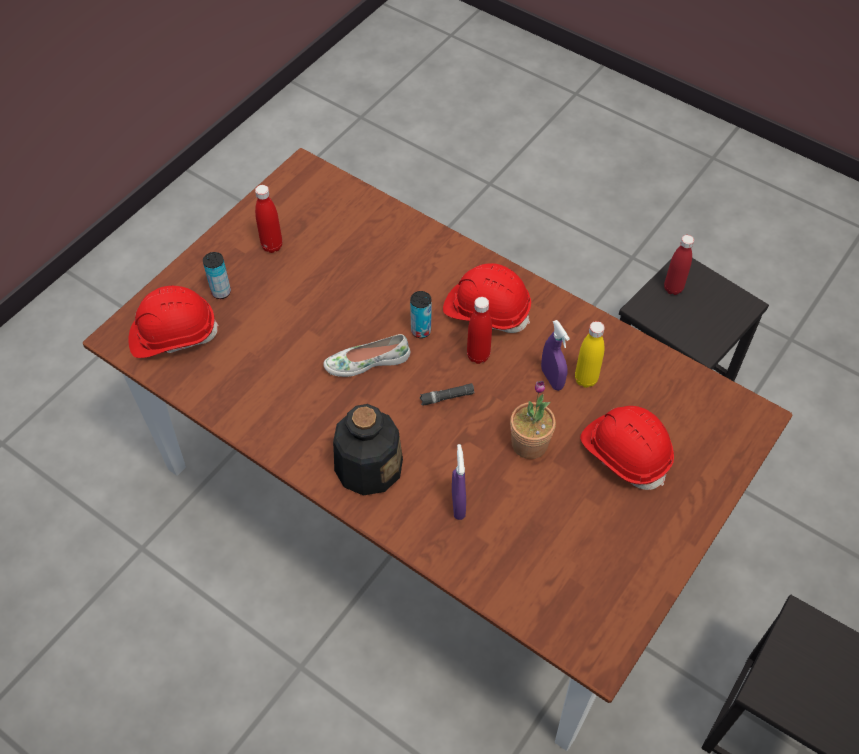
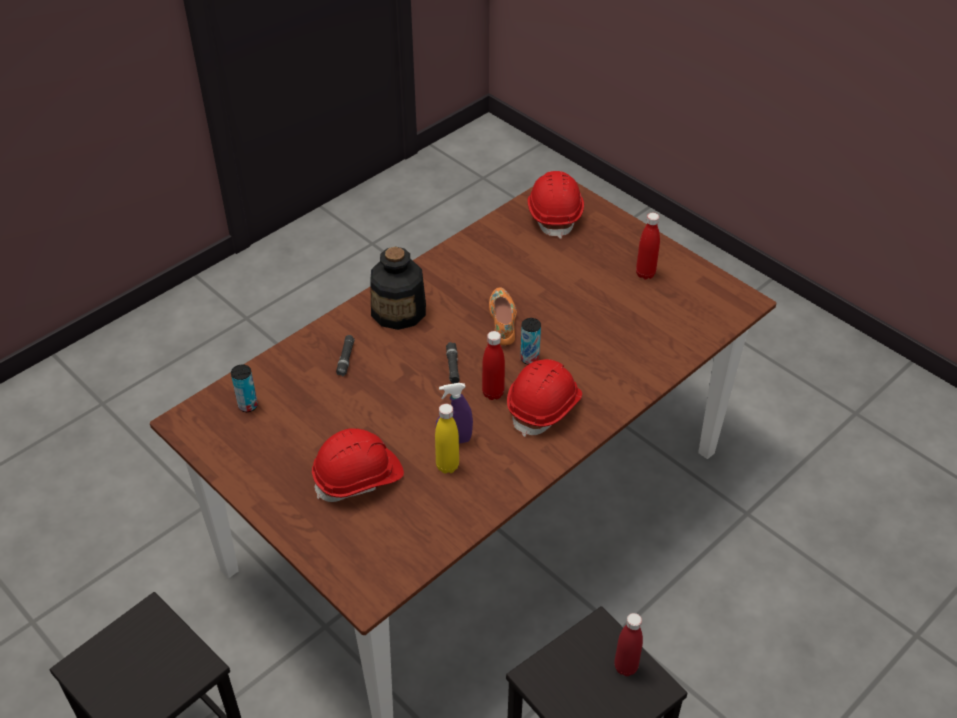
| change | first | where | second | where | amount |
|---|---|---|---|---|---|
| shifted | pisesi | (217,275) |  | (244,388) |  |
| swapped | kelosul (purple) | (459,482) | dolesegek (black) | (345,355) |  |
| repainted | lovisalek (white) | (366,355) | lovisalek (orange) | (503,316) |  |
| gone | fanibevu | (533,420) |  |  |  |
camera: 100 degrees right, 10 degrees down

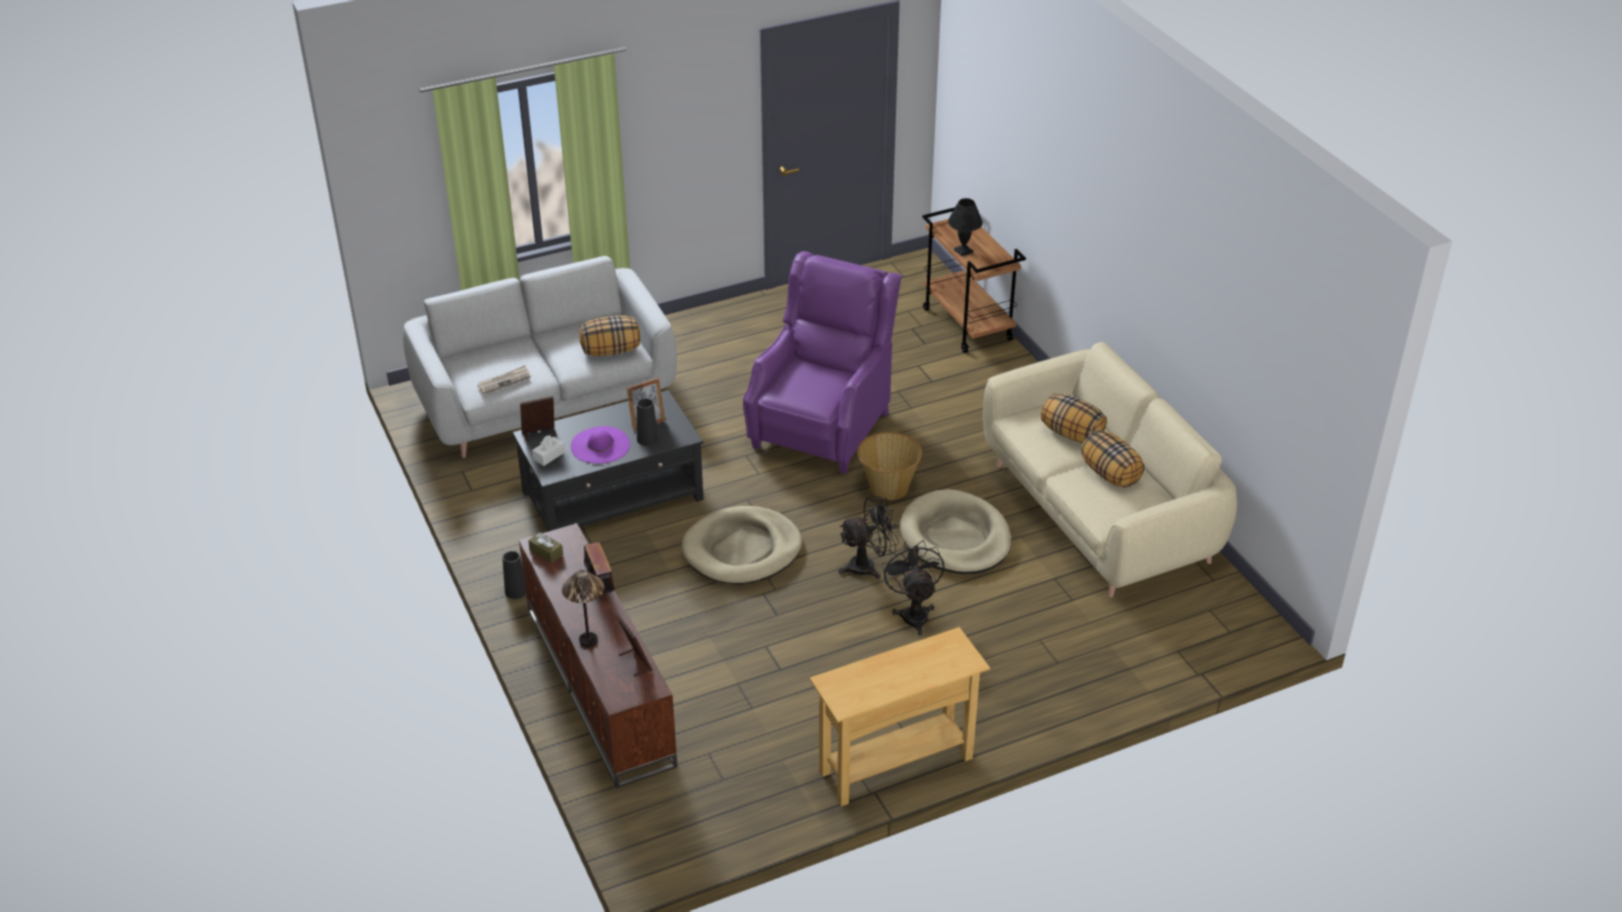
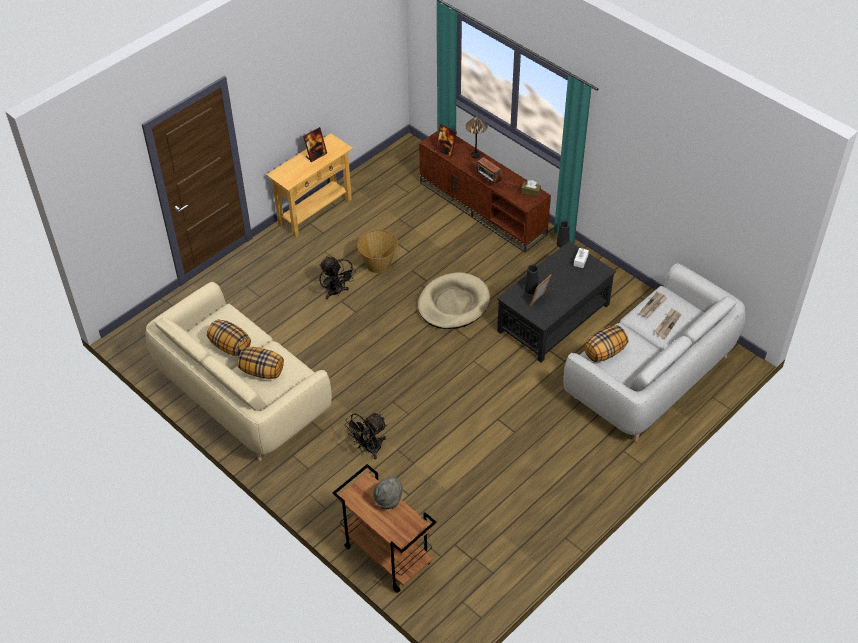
| change | first | where | second | where | amount |
|---|---|---|---|---|---|
| shifted | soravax | (538,419) |  | (315,144) |  |
| shifted | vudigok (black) | (869,537) |  | (366,436) |  |
| shifted | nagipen | (889,466) |  | (377,251) |  |
| swapped | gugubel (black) | (965,227) | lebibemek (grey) | (388,493) |  |
| new |  |  | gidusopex | (668,323) |  |
| gone | lebibemek (purple) | (600,444) |  |  |  |
| gone | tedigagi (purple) | (822,362) |  |  |  |
| gone | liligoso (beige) | (956,531) |  |  |  |
camera: 160 degrees right, 10 degrees up

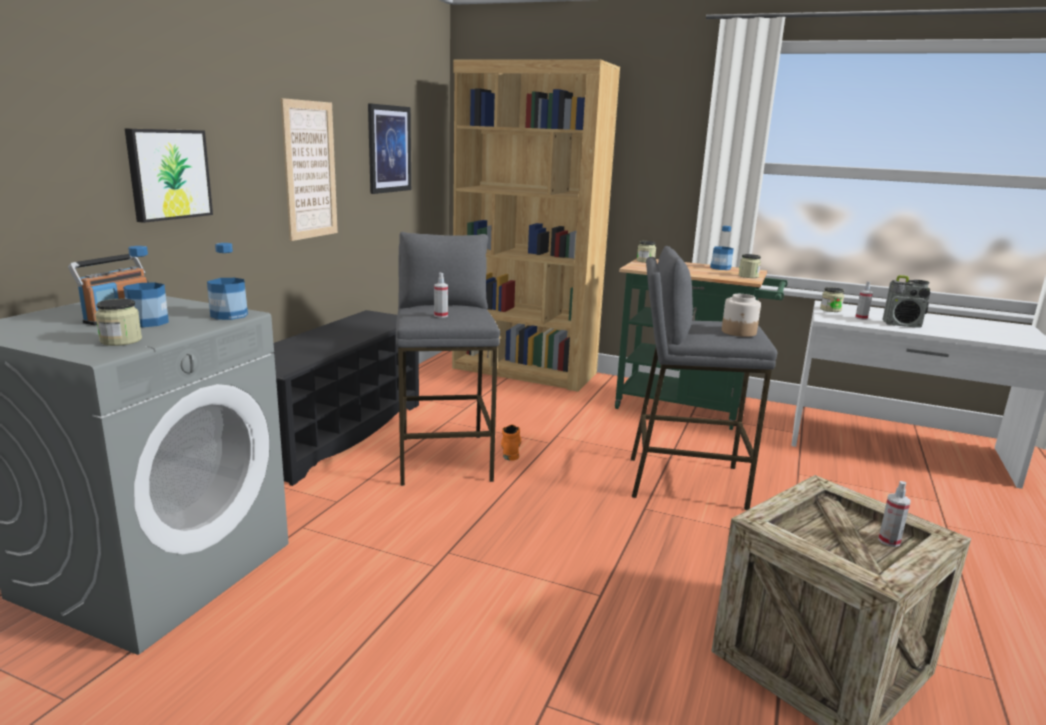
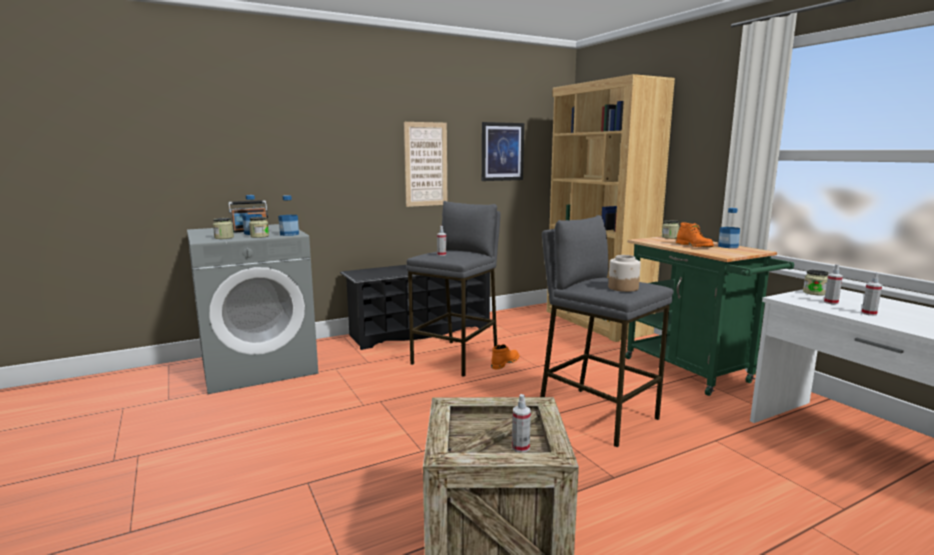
| change | first | where | second | where | amount |
|---|---|---|---|---|---|
| shifted | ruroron | (750,266) |  | (259,227) |  |
| new |  |  | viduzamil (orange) | (695,234) |  |
| swapped | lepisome | (906,301) | kelosul | (871,294) |  |
| gone | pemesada | (169,175) |  |  |  |
camera: 40 degrees right, 5 degrees down

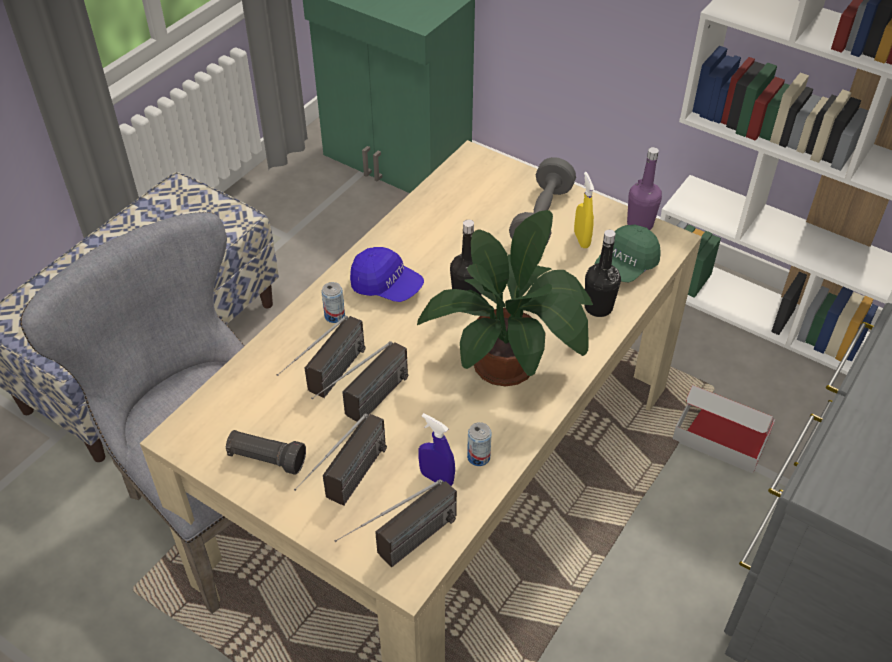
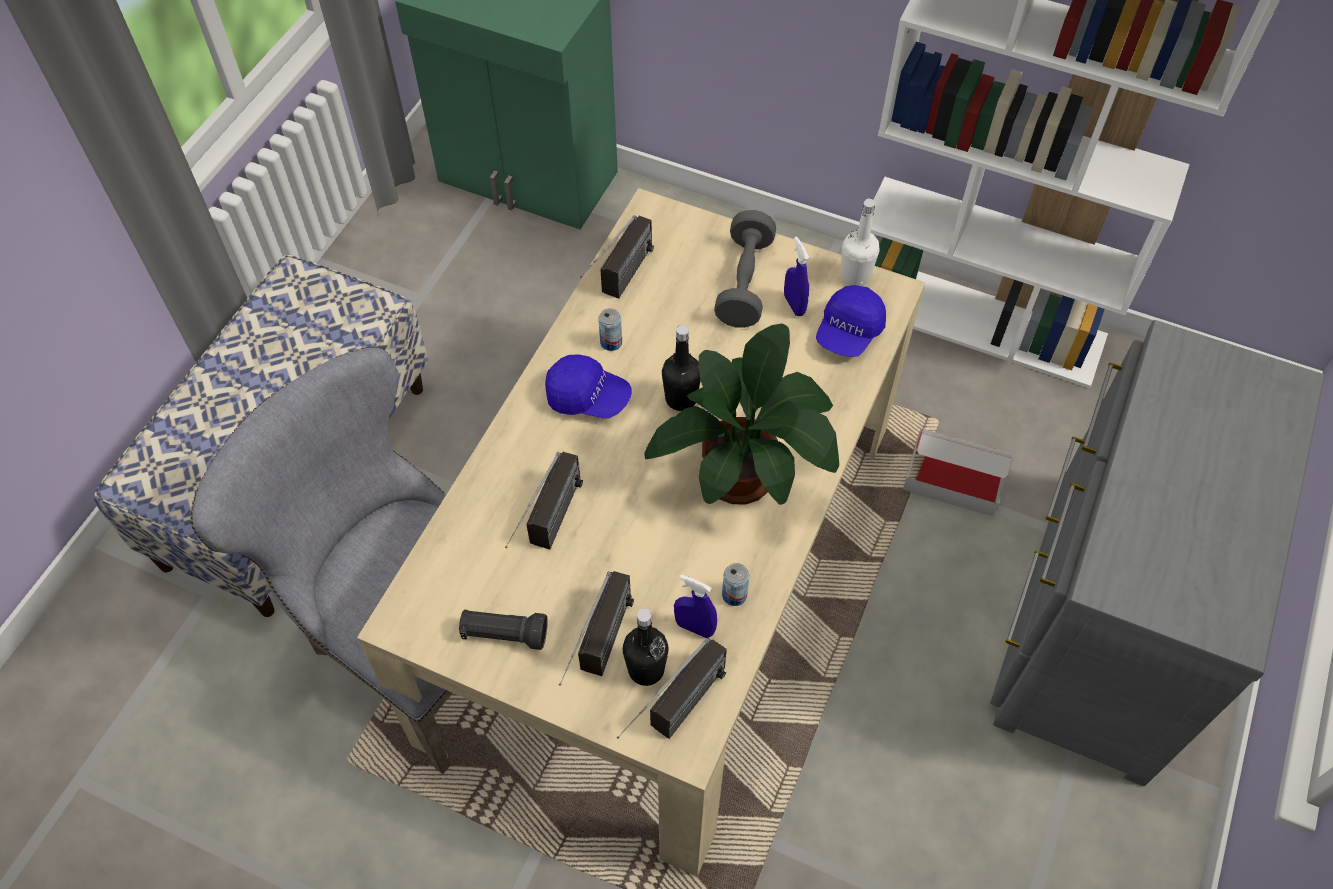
| change | first | where | second | where | amount |
|---|---|---|---|---|---|
| shifted | lepisome | (359,381) |  | (617,257) |  |
| shifted | pisesi | (333,302) |  | (610,329) |  |
| shifted | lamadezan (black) | (603,273) |  | (646,647) |  |
| repainted | kelosul (yellow) | (584,210) | kelosul (blue) | (796,276) |  |
| repainted | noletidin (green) | (627,253) | noletidin (blue) | (851,321) |  |
| repainted | lamadezan (purple) | (644,188) | lamadezan (white) | (860,242) |  |
camera: 10 degrees left, 10 degrees up

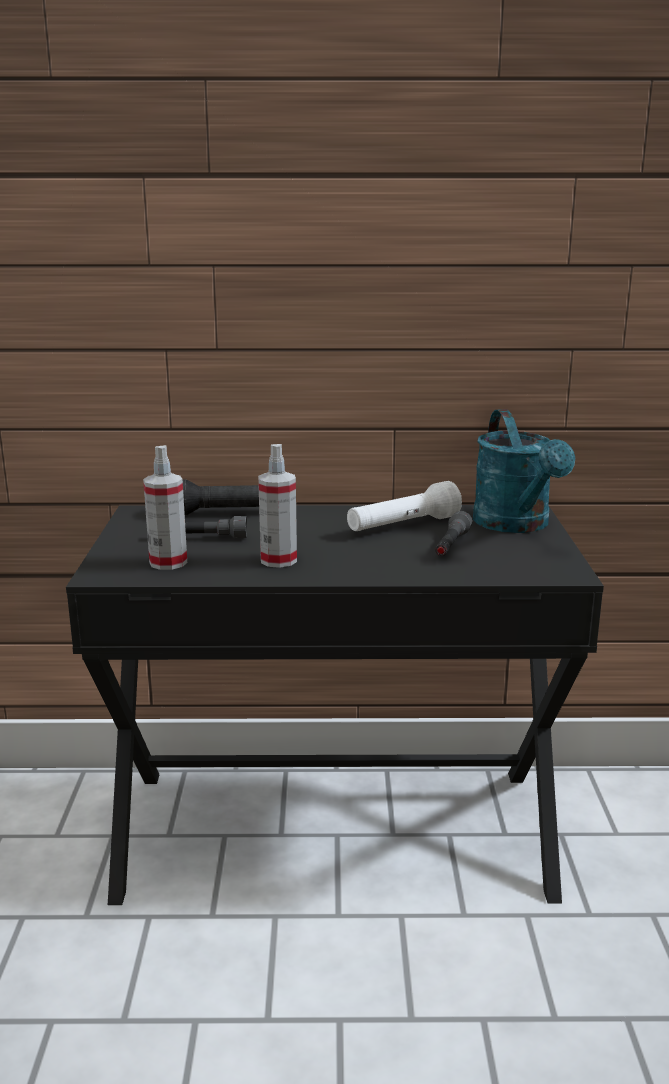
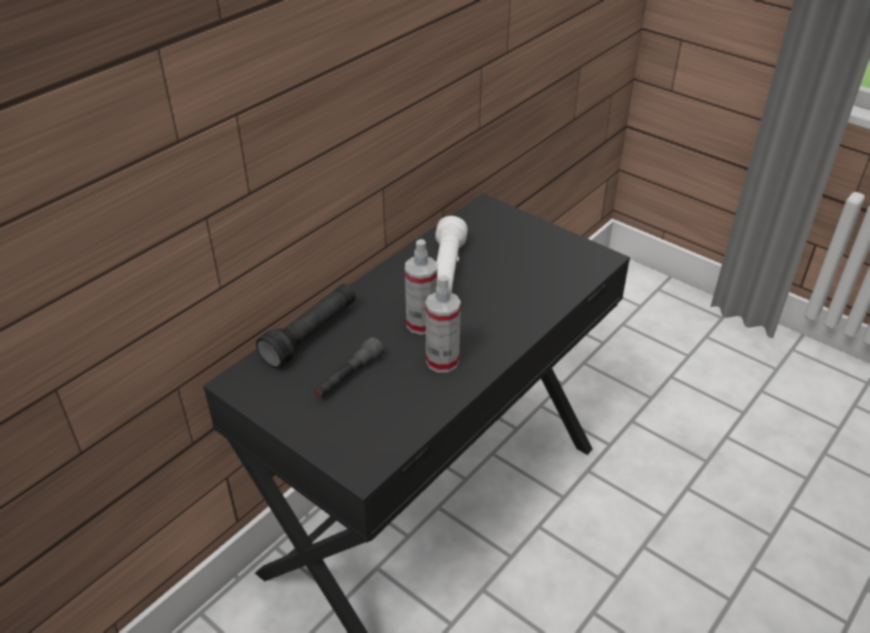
| change | first | where | second | where | amount |
|---|---|---|---|---|---|
| shifted | kelosul | (165,507) |  | (421,287) |  |
| gone | dolesegek (grey) | (453,533) |  |  |  |
| gone | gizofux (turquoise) | (524,471) |  |  |  |
camera: 50 degrees left, 20 degrees up

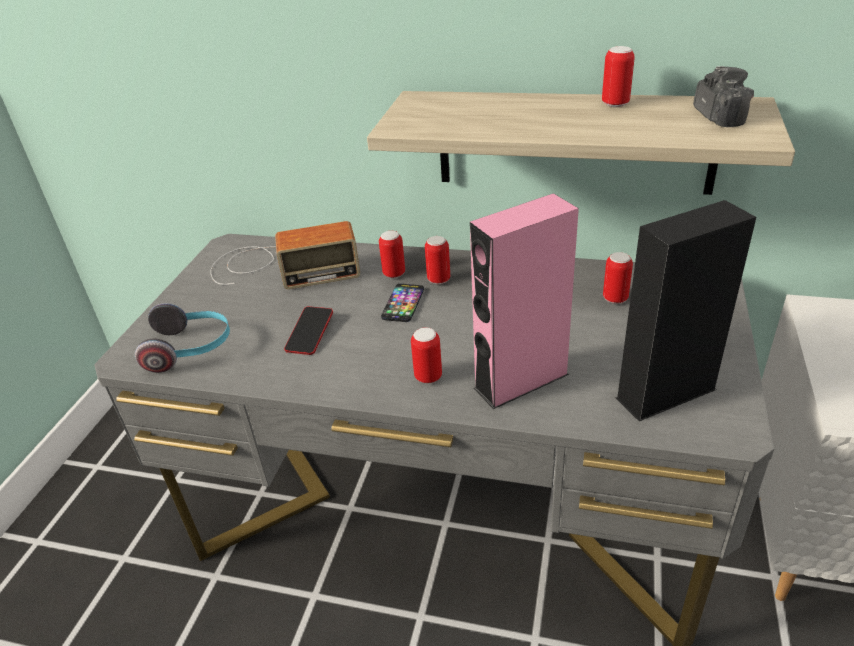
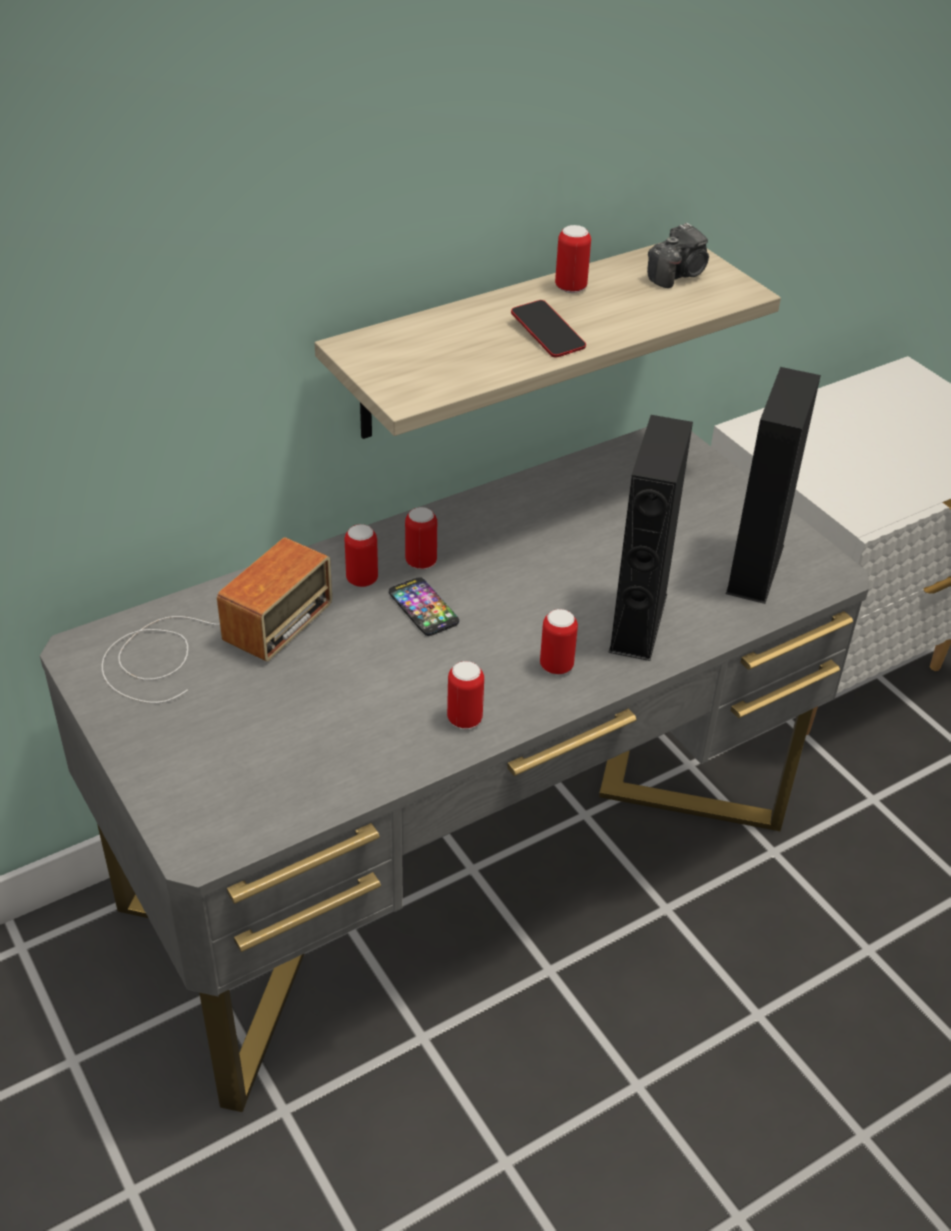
| change | first | where | second | where | amount |
|---|---|---|---|---|---|
| shifted | pisesi | (618,278) |  | (465,695) |  |
| shifted | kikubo | (308,330) |  | (548,329) |  |
| repainted | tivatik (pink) | (524,301) | tivatik (black) | (650,538) |  |
| rotated | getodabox | (723,96) |  | (678,255) | 105 degrees clockwise |
| gone | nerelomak | (182,338) |  |  |  |
camera: 50 degrees left, 5 degrees up

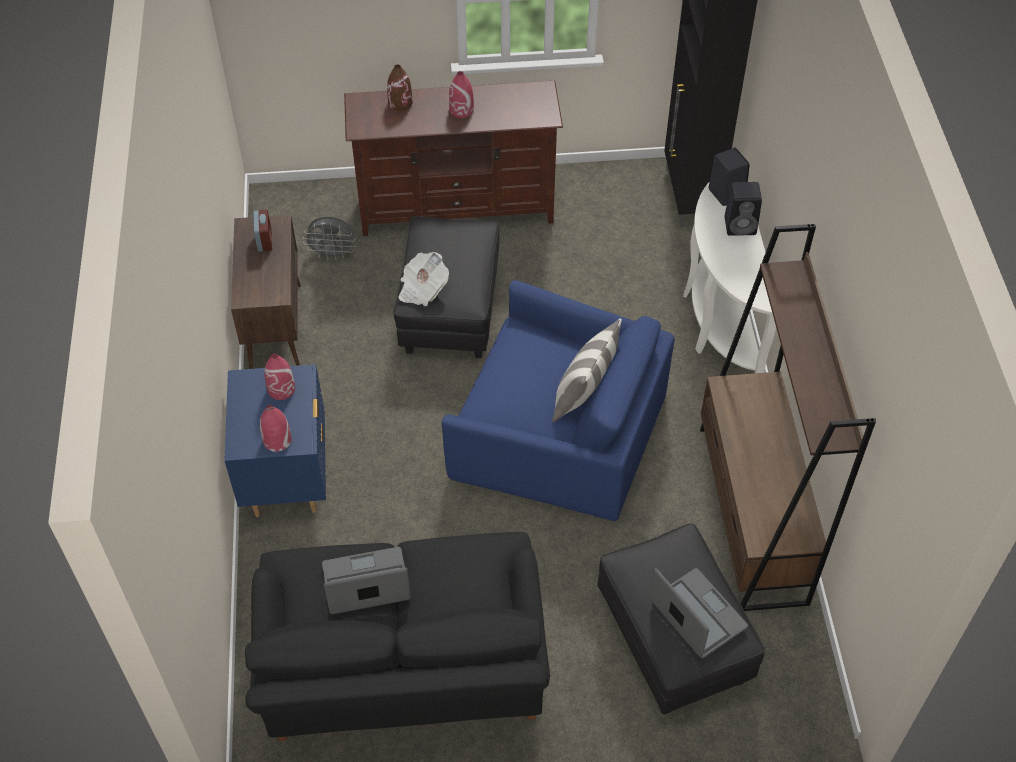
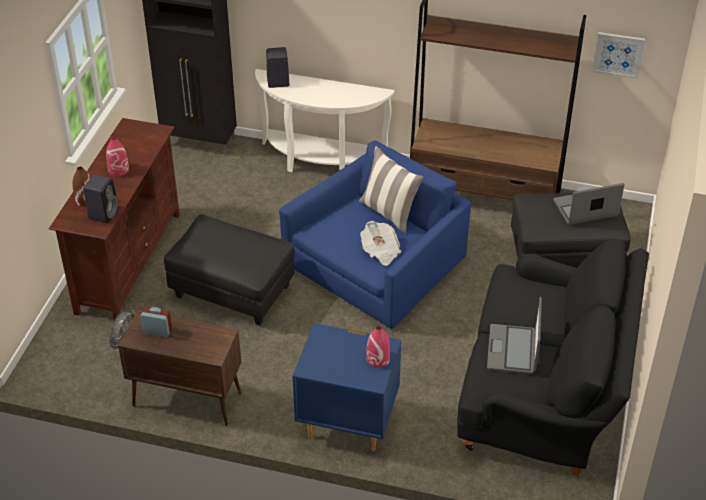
| change | first | where | second | where | amount |
|---|---|---|---|---|---|
| shifted | tivatik (black) | (743,209) |  | (101,198) |  |
| shifted | gidusopex | (424,279) |  | (380,243) |  |
| new |  |  | pemesada | (618,55) |  |
| gone | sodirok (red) | (279,376) |  |  |  |
camera: 70 degrees left, 10 degrees down

